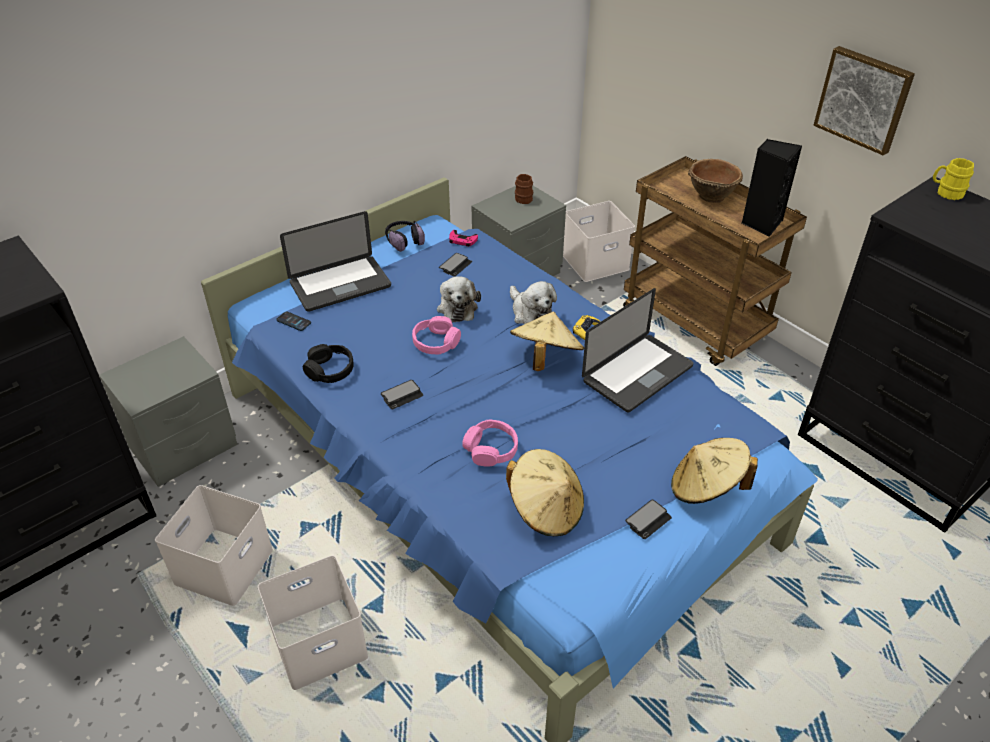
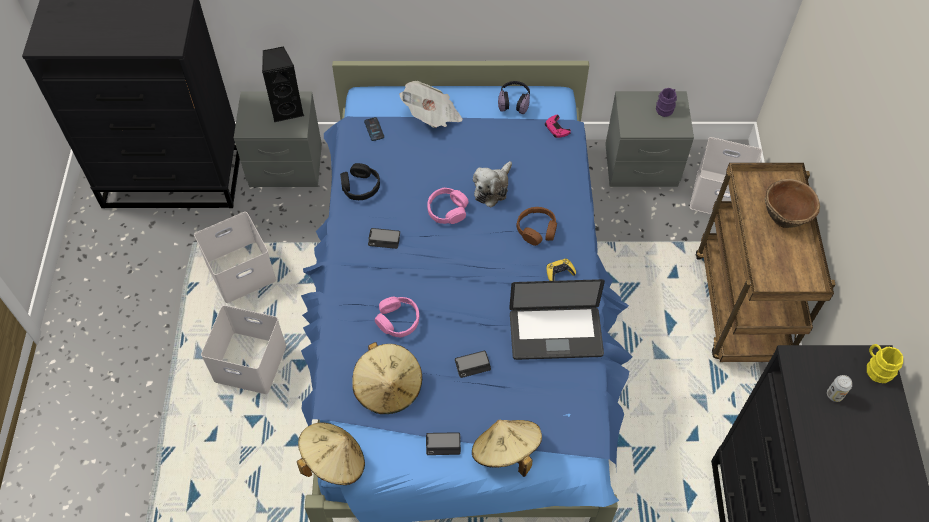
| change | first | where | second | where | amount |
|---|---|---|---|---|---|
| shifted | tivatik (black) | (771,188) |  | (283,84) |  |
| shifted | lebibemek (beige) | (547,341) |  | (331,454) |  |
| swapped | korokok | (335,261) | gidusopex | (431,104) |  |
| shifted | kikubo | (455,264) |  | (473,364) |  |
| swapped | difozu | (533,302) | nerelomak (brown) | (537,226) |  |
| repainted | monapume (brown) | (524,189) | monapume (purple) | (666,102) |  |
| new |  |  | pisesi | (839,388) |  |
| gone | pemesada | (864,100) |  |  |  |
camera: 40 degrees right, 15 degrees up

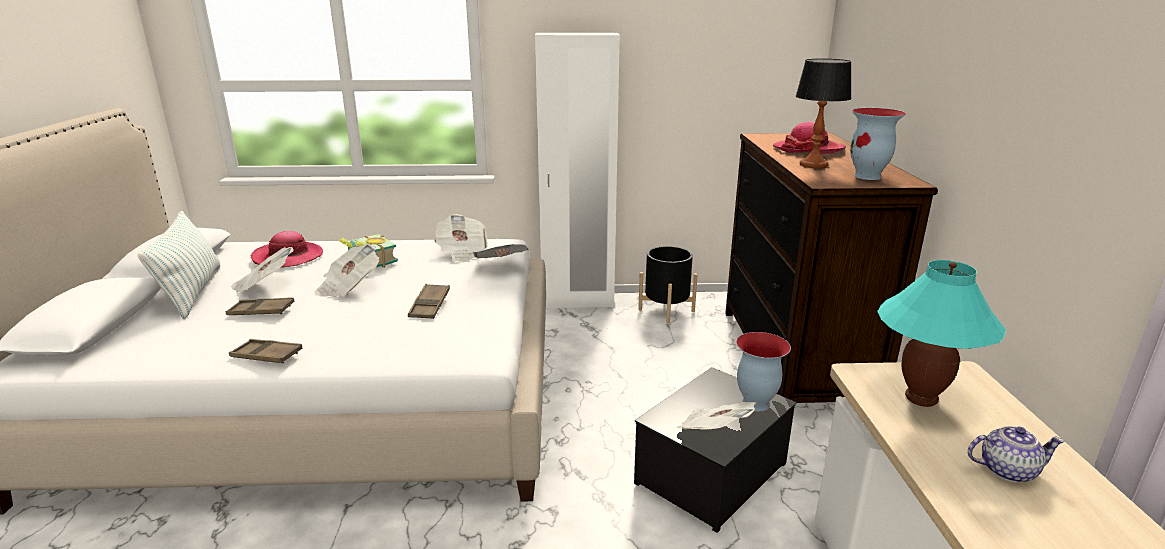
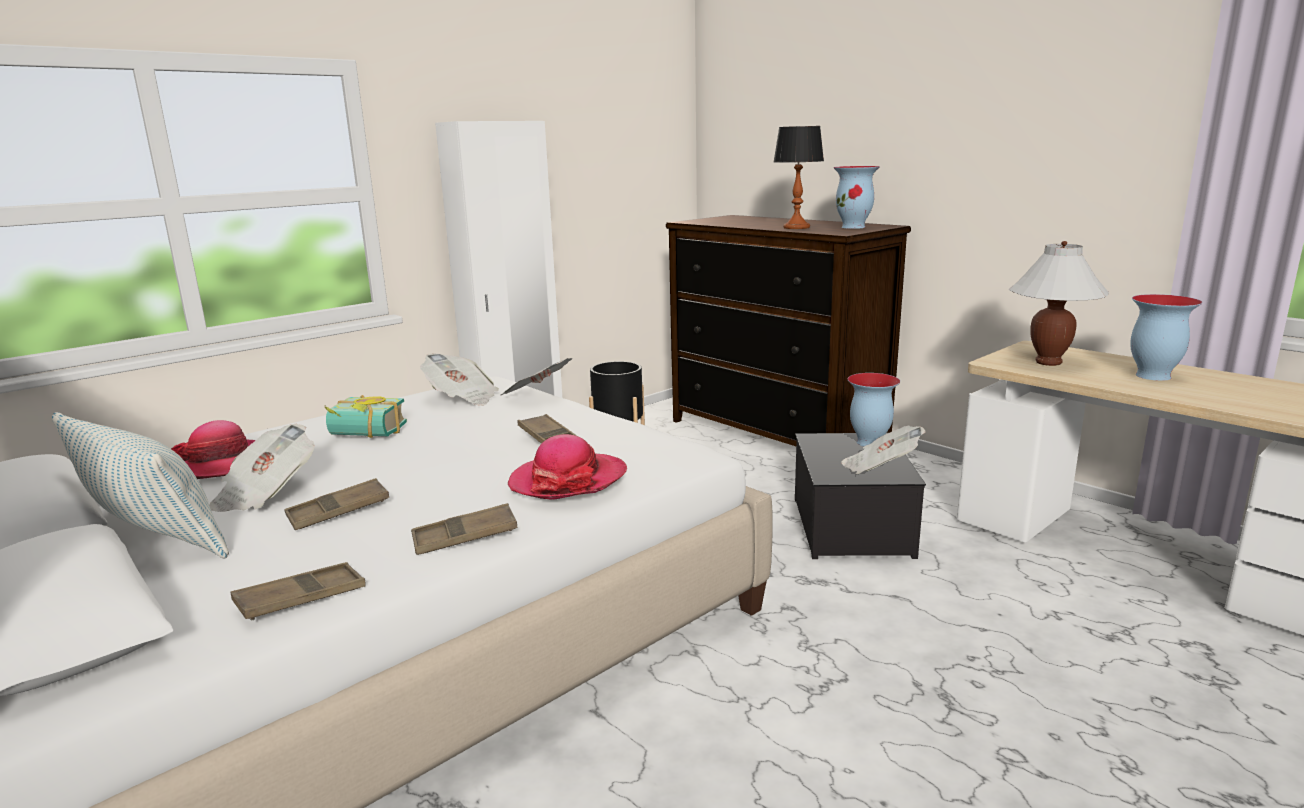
| change | first | where | second | where | amount |
|---|---|---|---|---|---|
| new |  |  | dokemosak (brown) | (298,591) |  |
| shifted | lebibemek | (809,138) |  | (567,467) |  |
| repainted | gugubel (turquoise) | (941,333) | gugubel (white) | (1058,303) |  |
| swapped | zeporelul | (1016,454) | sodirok | (1166,337) |  |
| gone | gidusopex | (347,270) |  |  |  |
camera: 40 degrees left, 5 degrees down

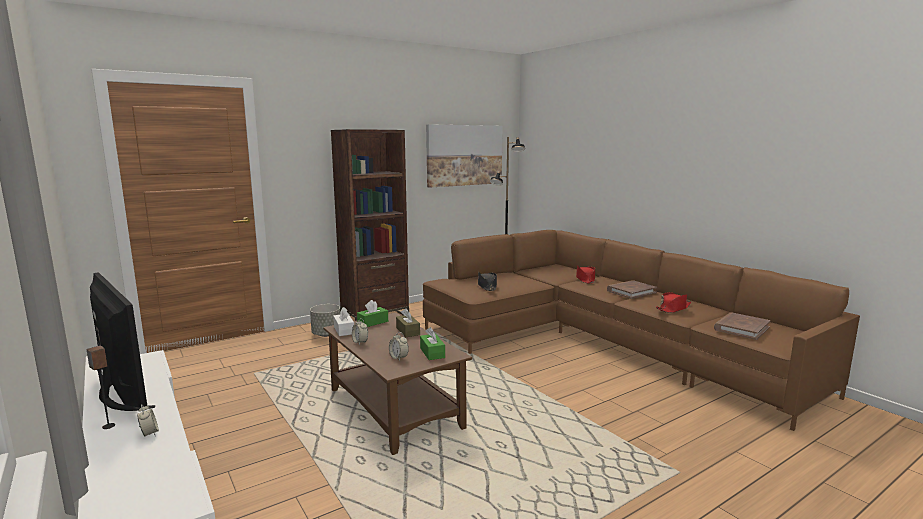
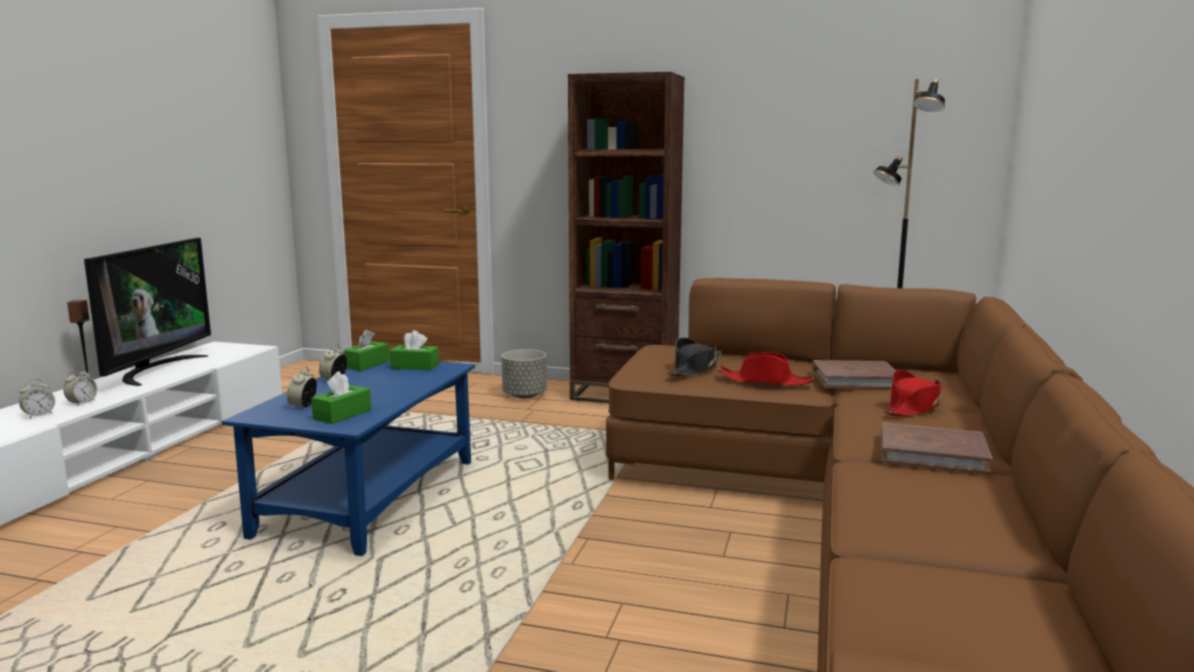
| change | first | where | second | where | amount |
|---|---|---|---|---|---|
| new |  |  | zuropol | (37,398) |  |
| repainted | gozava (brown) | (397,384) | gozava (blue) | (348,457) |  |
| repainted | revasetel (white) | (343,321) | revasetel (green) | (366,350) |  |
| shifted | lebibemek (red) | (673,302) |  | (766,369) |  |
| shifted | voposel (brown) | (742,326) |  | (853,374) |  |
| gone | revasetel (brown) | (408,322) |  |  |  |
| gone | pemesada | (464,156) |  |  |  |
camera: 50 degrees right, 0 degrees up

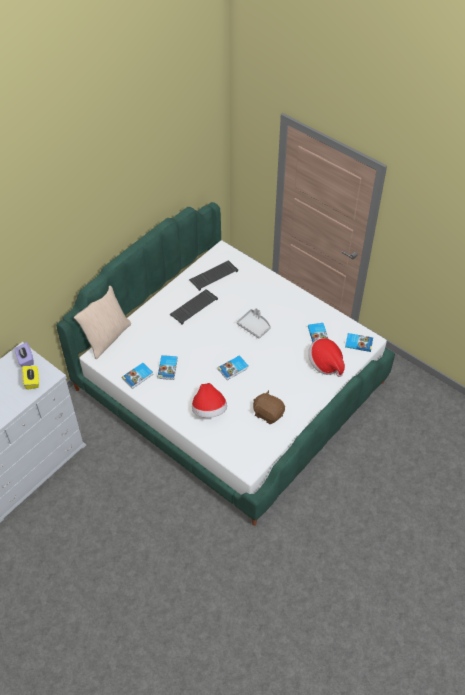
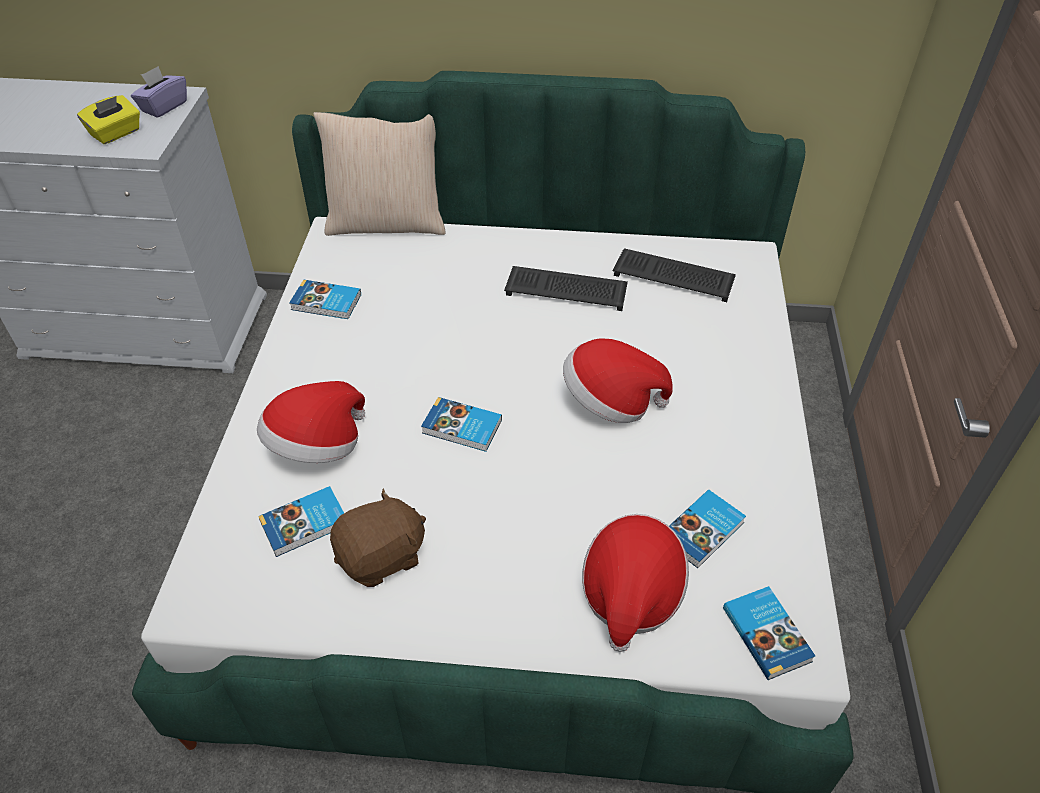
| change | first | where | second | where | amount |
|---|---|---|---|---|---|
| shifted | voposel | (167,367) |  | (301,521) |  |
| rotated | difozu (brown) | (269,407) |  | (378,537) | 60 degrees clockwise |
| swapped | dokemosak (grey) | (253,323) | lebibemek | (618,380) |  |
camera: 55 degrees right, 5 degrees down

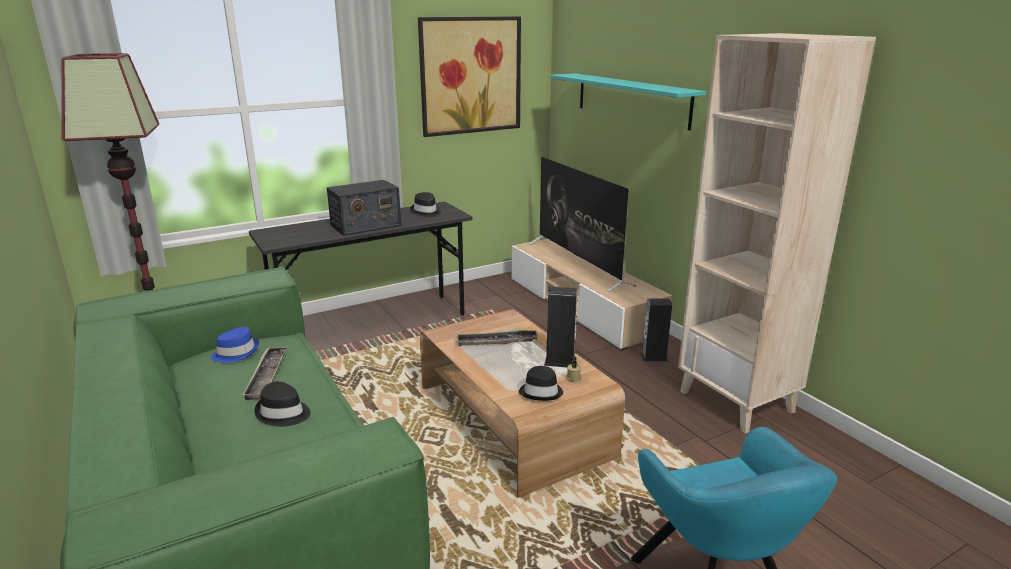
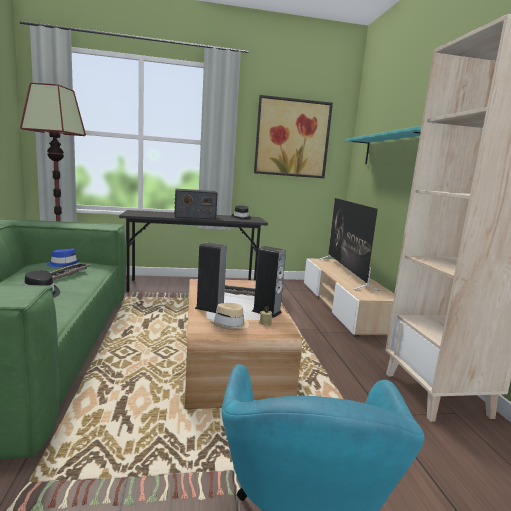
| change | first | where | second | where | amount |
|---|---|---|---|---|---|
| shifted | tivatik | (656,330) |  | (211,277) |  |
| repainted | lebibemek (black) | (541,383) | lebibemek (beige) | (229,316) |  |
camera: 20 degrees right, 10 degrees down

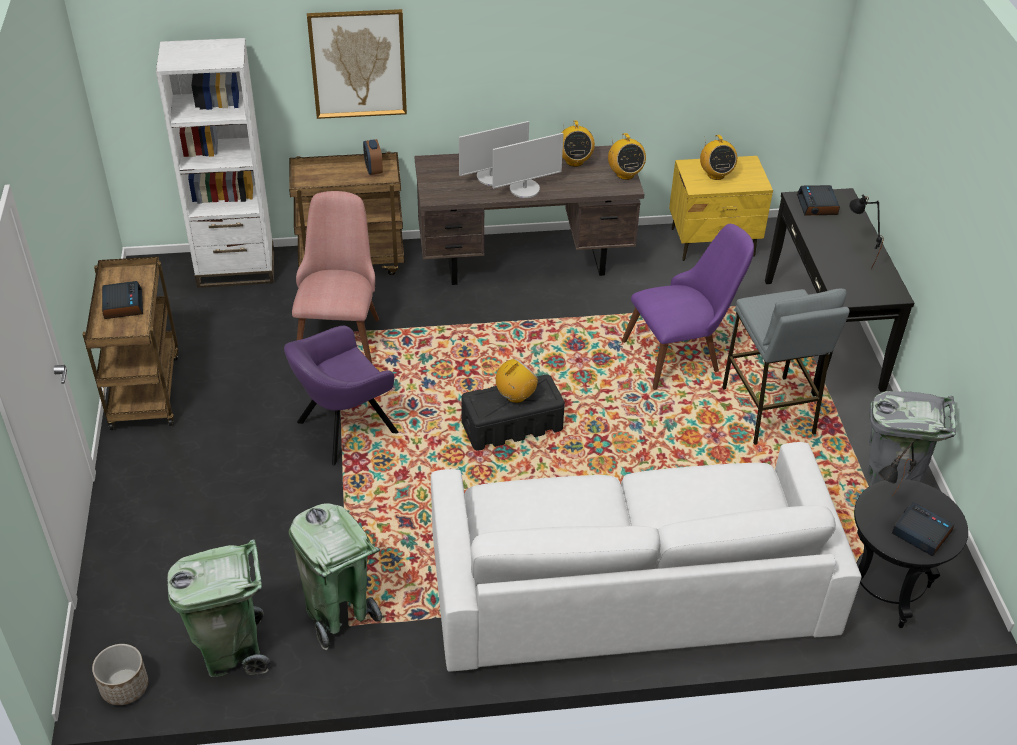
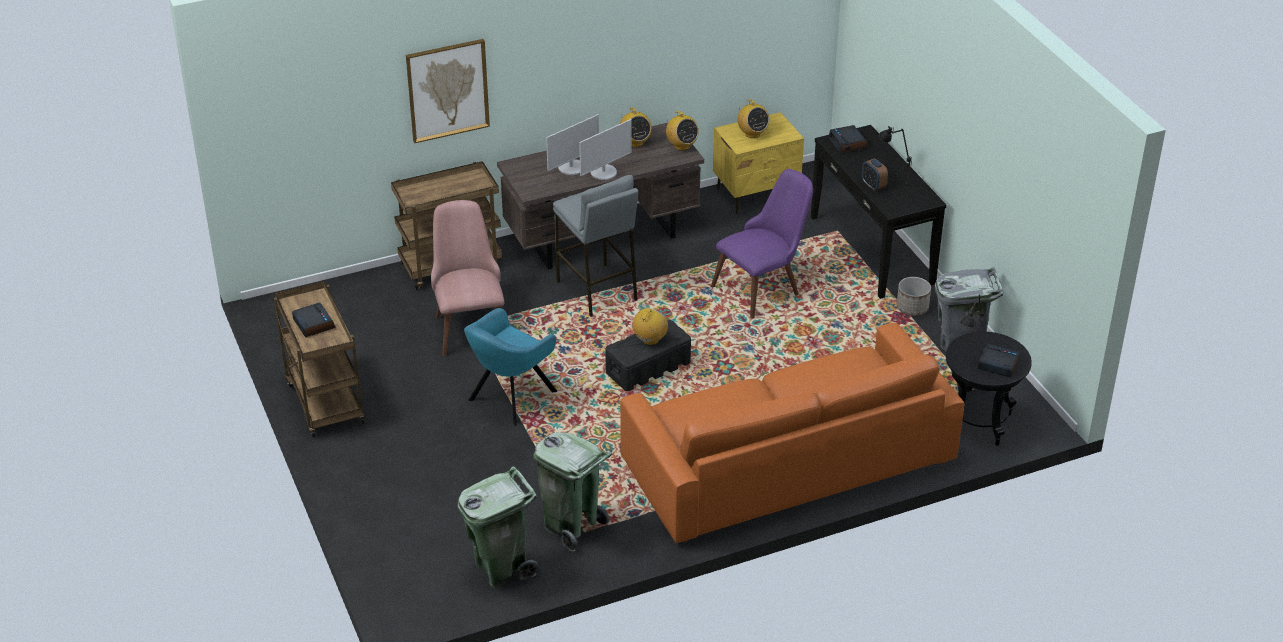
| change | first | where | second | where | amount |
|---|---|---|---|---|---|
| repainted | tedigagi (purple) | (341,395) | tedigagi (turquoise) | (510,367) |  |
| shifted | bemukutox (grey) | (786,367) |  | (595,246) |  |
| repainted | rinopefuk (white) | (646,557) | rinopefuk (orange) | (792,433) |  |
| shifted | zuropol | (373,157) |  | (875,175) |  |
| shifted | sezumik | (120,674) |  | (914,296) |  |
| gone | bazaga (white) | (215,163) |  |  |  |
camera: 15 degrees left, 5 degrees down

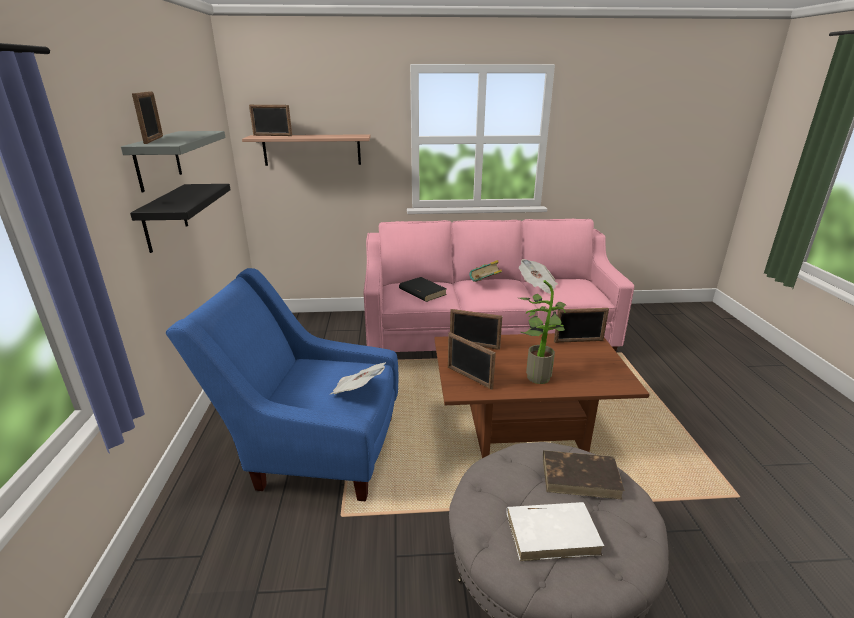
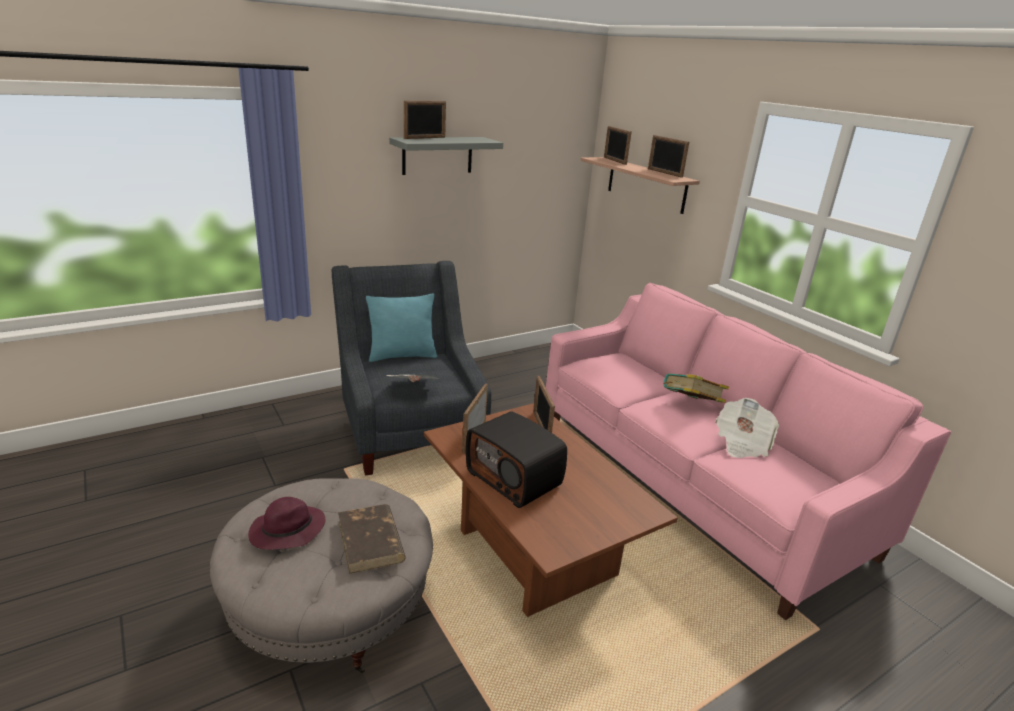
| change | first | where | second | where | amount |
|---|---|---|---|---|---|
| swapped | voposel (white) | (555,531) | lebibemek (purple) | (286,523) |  |
| repainted | tedigagi (blue) | (282,384) | tedigagi (grey) | (411,368) |  |
| new |  |  | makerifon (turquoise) | (401,327) |  |
| swapped | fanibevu | (542,332) | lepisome | (516,460) |  |
| shifted | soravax | (581,325) |  | (668,156) |  |
| gone | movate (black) | (180,218) |  |  |  |
| gone | voposel (black) | (423,289) |  |  |  |
camera: 60 degrees right, 0 degrees up

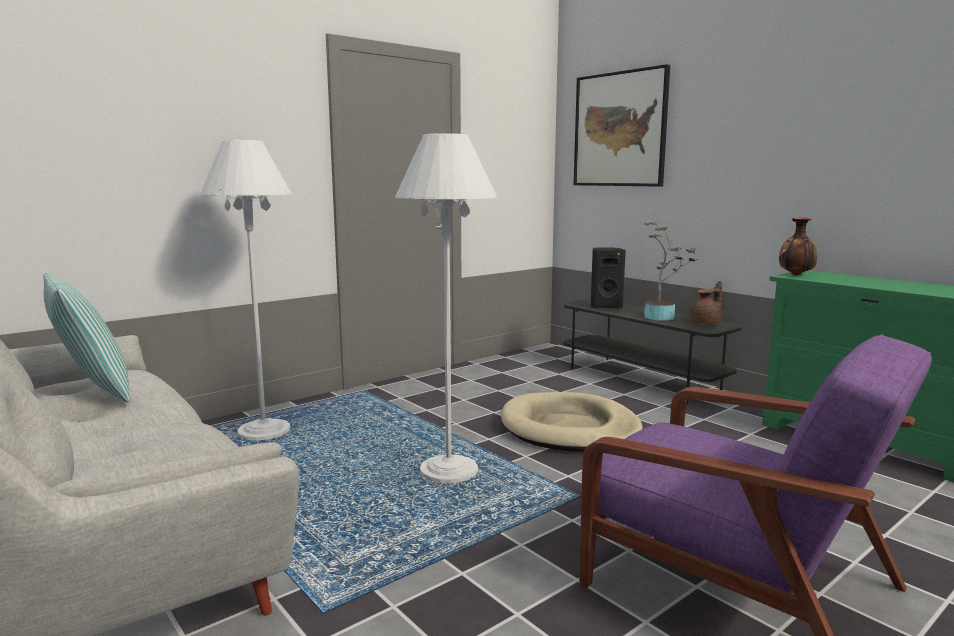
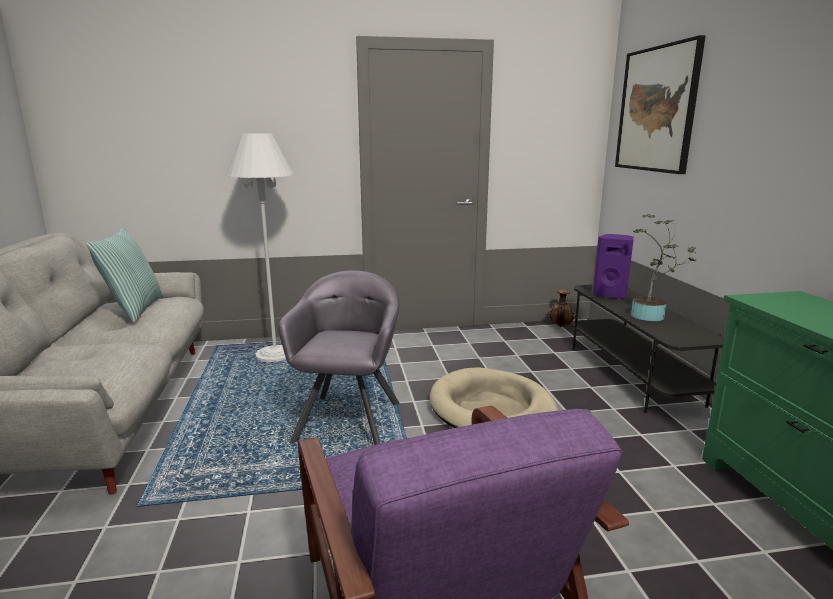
| change | first | where | second | where | amount |
|---|---|---|---|---|---|
| swapped | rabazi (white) | (446,308) | tedigagi (grey) | (339,358) |  |
| shifted | sodirok | (798,246) |  | (561,308) |  |
| repainted | tivatik (black) | (608,278) | tivatik (purple) | (613,266) |  |
| gone | zeporelul (brown) | (706,302) |  |  |  |
camera: 30 degrees right, 5 degrees up

